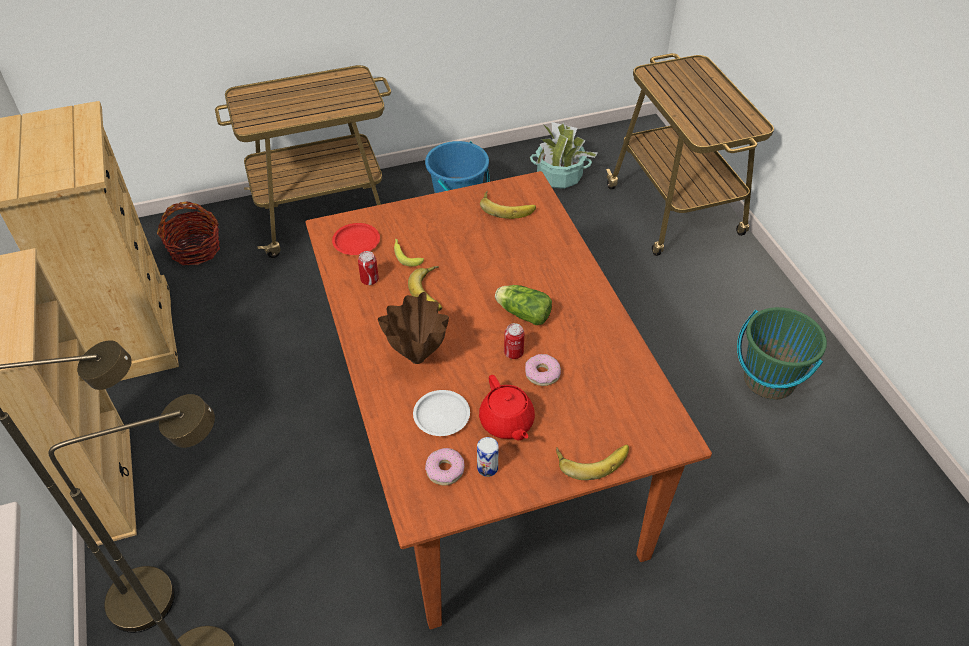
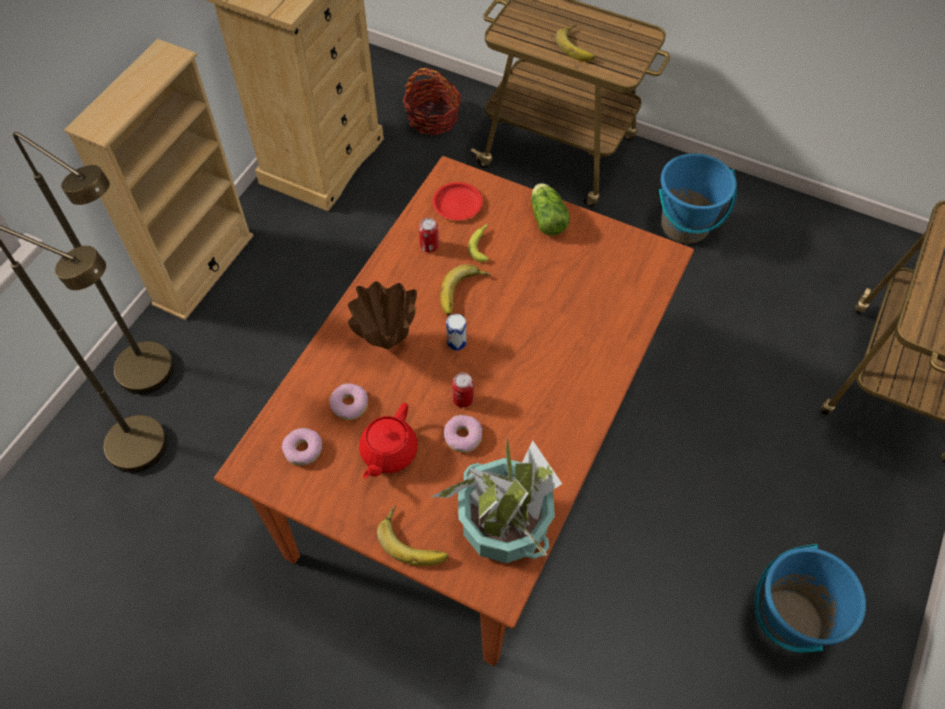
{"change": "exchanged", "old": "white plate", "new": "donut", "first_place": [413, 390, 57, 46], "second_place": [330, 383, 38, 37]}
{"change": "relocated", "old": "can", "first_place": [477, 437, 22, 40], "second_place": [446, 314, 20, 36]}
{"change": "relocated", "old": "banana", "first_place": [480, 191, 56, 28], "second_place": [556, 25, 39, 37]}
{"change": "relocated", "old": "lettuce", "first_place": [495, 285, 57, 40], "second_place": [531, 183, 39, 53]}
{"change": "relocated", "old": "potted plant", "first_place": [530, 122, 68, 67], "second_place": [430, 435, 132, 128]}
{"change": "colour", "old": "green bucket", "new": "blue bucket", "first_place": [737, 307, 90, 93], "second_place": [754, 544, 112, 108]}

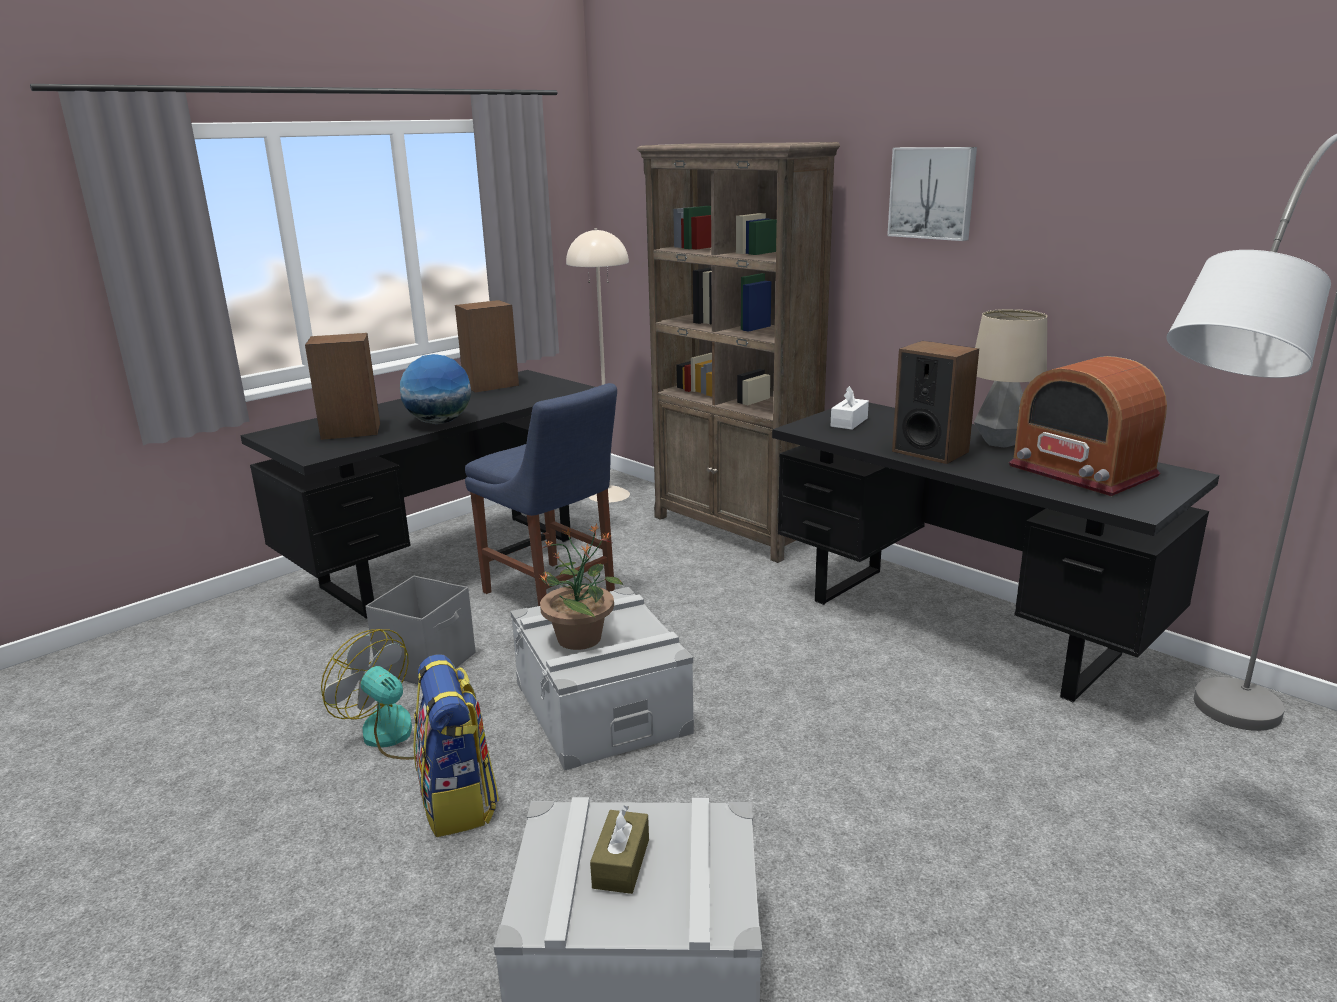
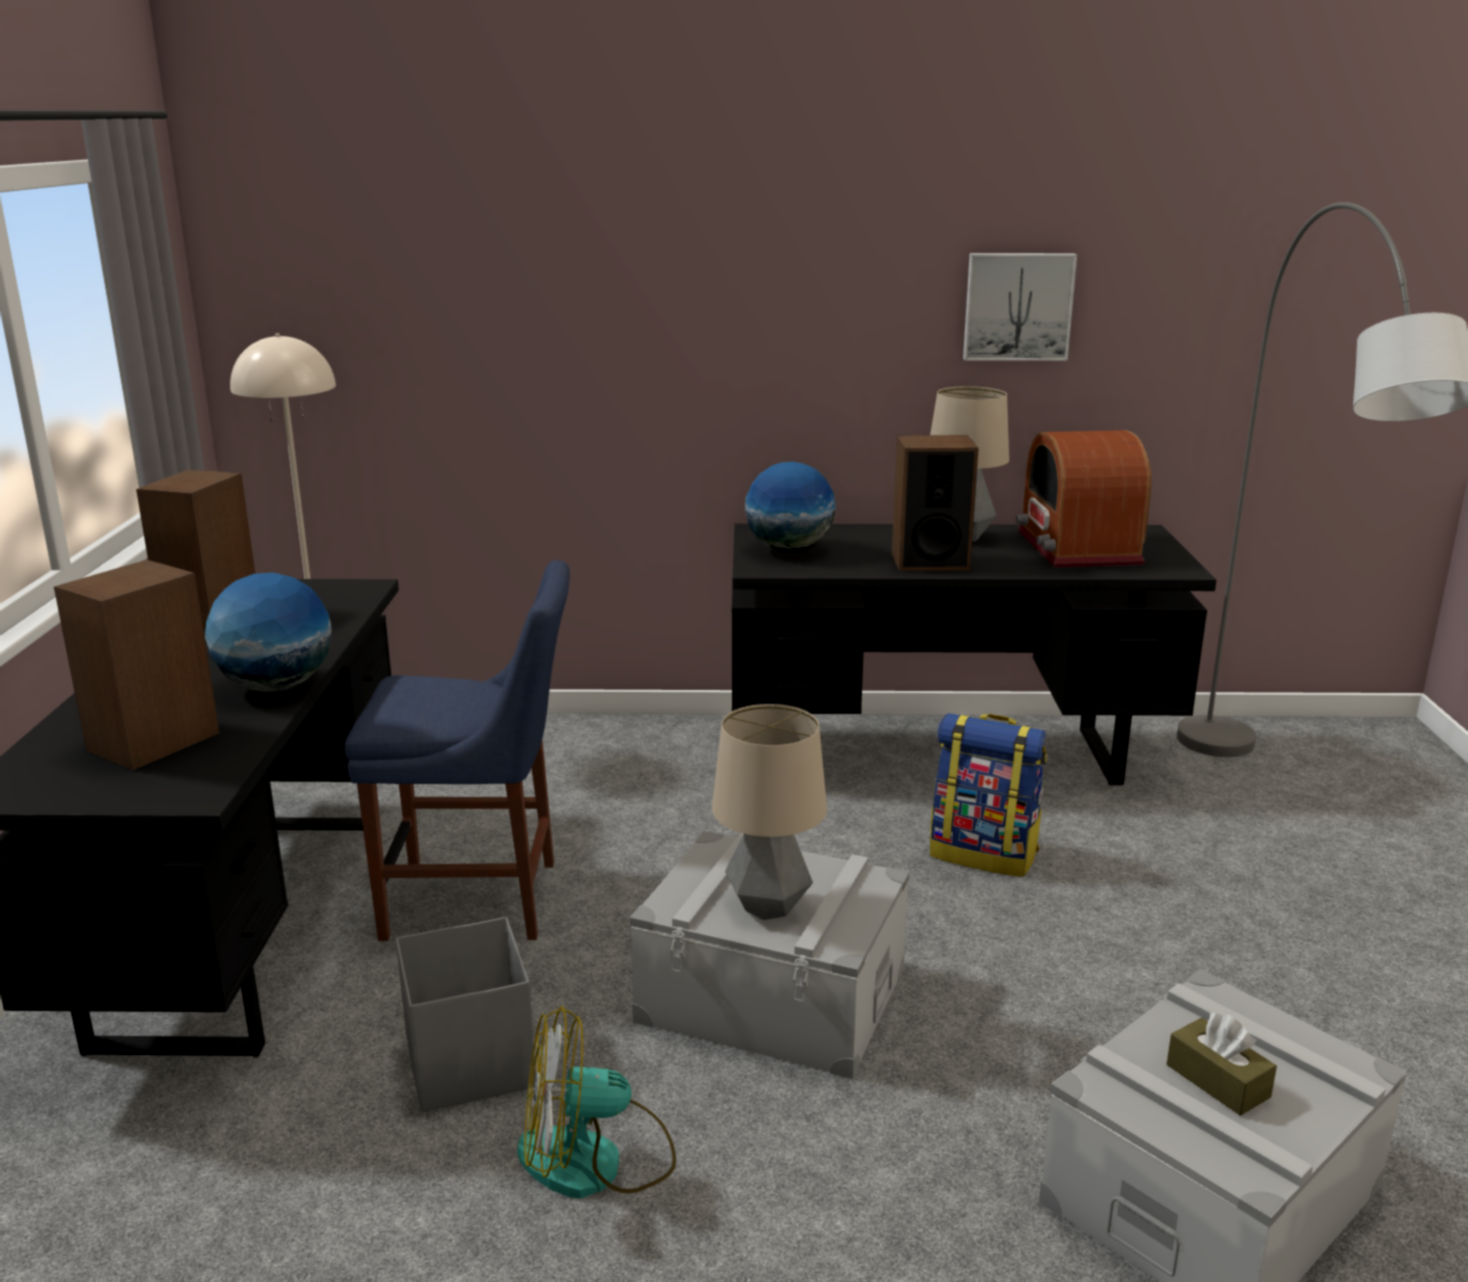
{"change": "relocated", "old": "backpack", "first_place": [413, 654, 86, 183], "second_place": [930, 713, 117, 164]}
{"change": "exchanged", "old": "potted plant", "new": "table lamp", "first_place": [539, 524, 85, 126], "second_place": [712, 704, 115, 216]}
{"change": "missing", "old": "brown bookcase", "first_place": [637, 142, 203, 421]}
{"change": "exchanged", "old": "white tissue box", "new": "globe", "first_place": [831, 386, 38, 44], "second_place": [745, 461, 91, 92]}
{"change": "relocated", "old": "picture", "first_place": [887, 147, 90, 94], "second_place": [963, 253, 114, 108]}
{"change": "spun", "old": "radio", "first_place": [1009, 356, 158, 140], "second_place": [1016, 430, 135, 138], "degrees": 75}

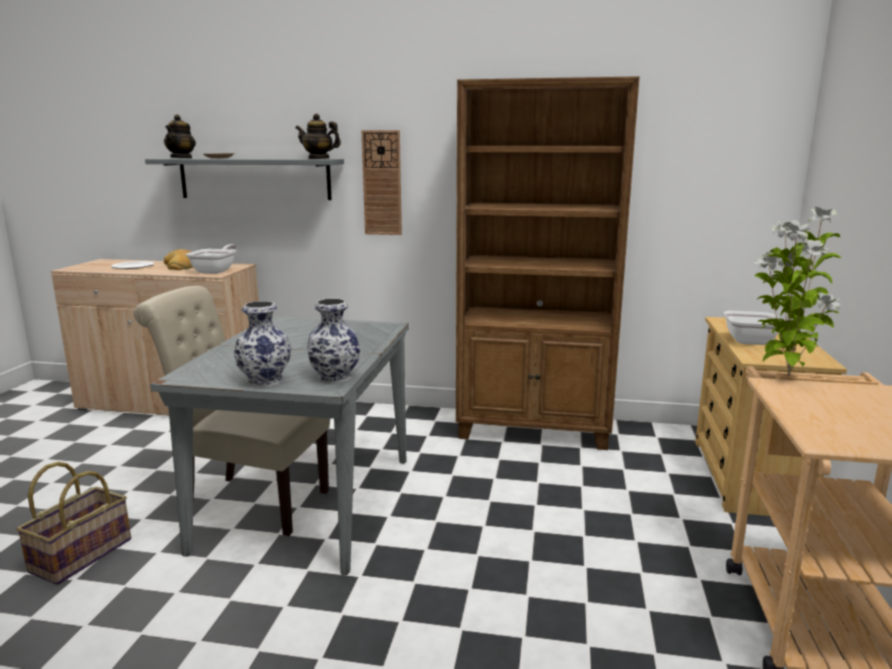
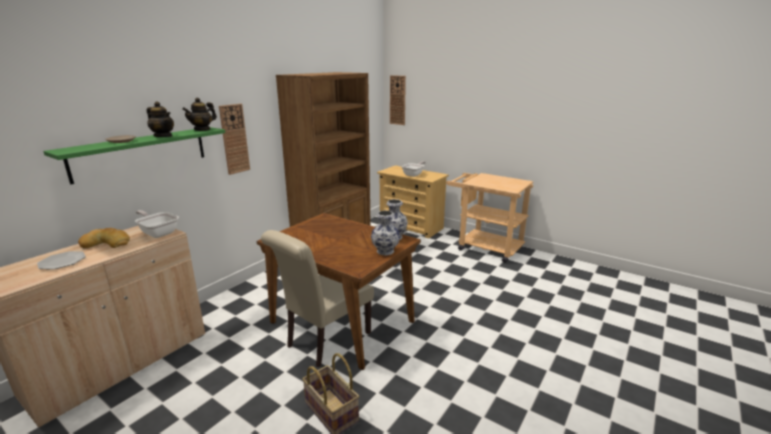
{"change": "colour", "old": "grey shelf", "new": "green shelf", "first_place": [145, 158, 199, 42], "second_place": [43, 127, 182, 57]}
{"change": "colour", "old": "grey dining table", "new": "brown dining table", "first_place": [150, 316, 259, 259], "second_place": [257, 213, 164, 157]}
{"change": "relocated", "old": "teapot", "first_place": [164, 114, 32, 45], "second_place": [147, 101, 27, 36]}
{"change": "missing", "old": "potted plant", "first_place": [754, 207, 87, 169]}
{"change": "appeared", "new": "wall clock", "second_place": [390, 75, 16, 50]}

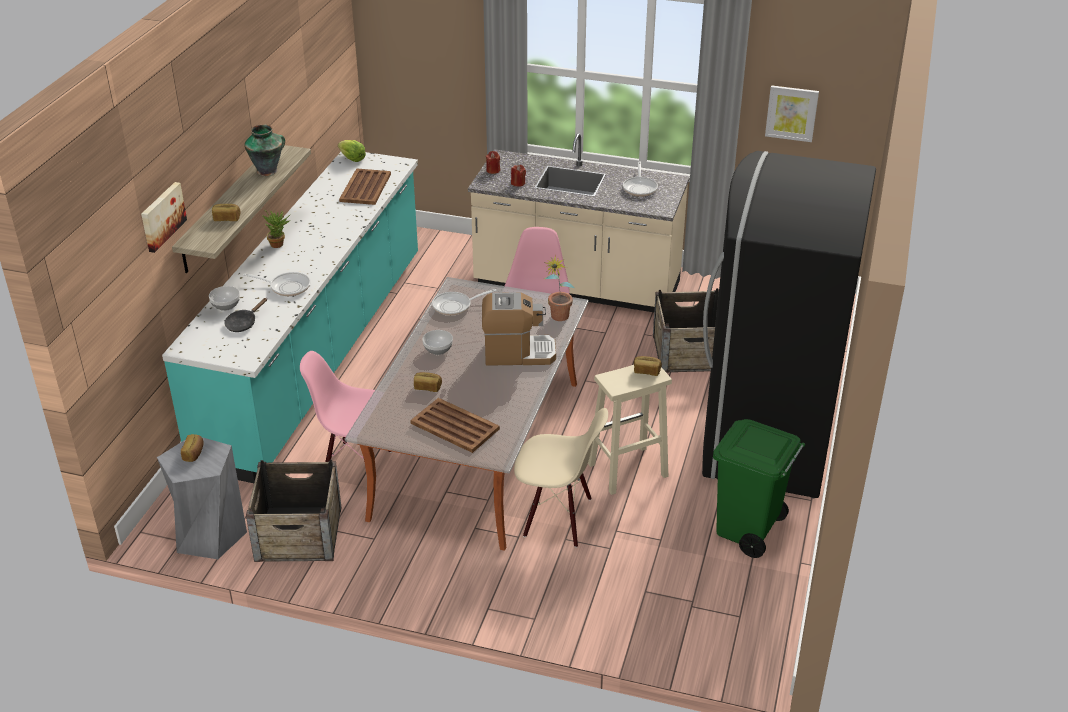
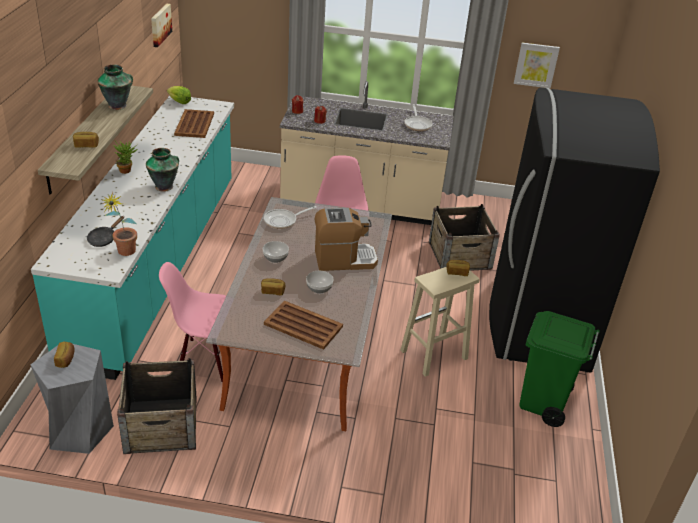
{"change": "relocated", "old": "picture", "first_place": [141, 182, 46, 71], "second_place": [151, 4, 21, 43]}
{"change": "relocated", "old": "bowl", "first_place": [209, 286, 31, 25], "second_place": [306, 271, 28, 23]}
{"change": "missing", "old": "frying pan", "first_place": [243, 272, 67, 24]}
{"change": "missing", "old": "beige chair", "first_place": [514, 408, 94, 140]}
{"change": "relocated", "old": "potted plant", "first_place": [544, 255, 31, 66], "second_place": [103, 192, 34, 64]}
{"change": "appeared", "new": "vase", "second_place": [146, 148, 33, 44]}

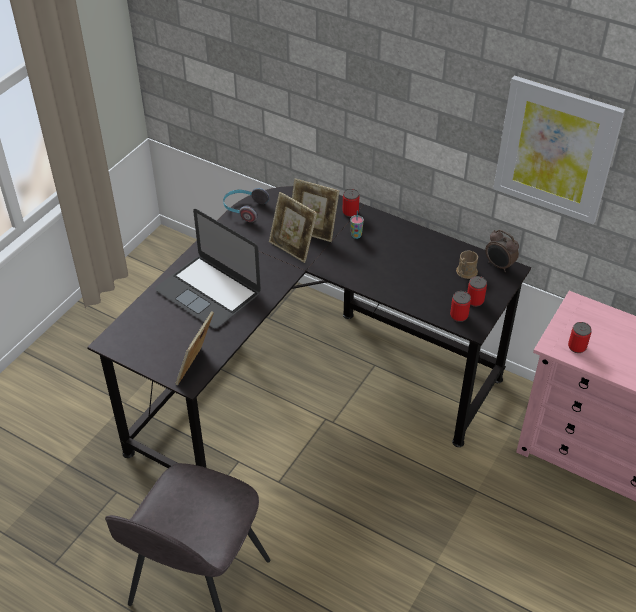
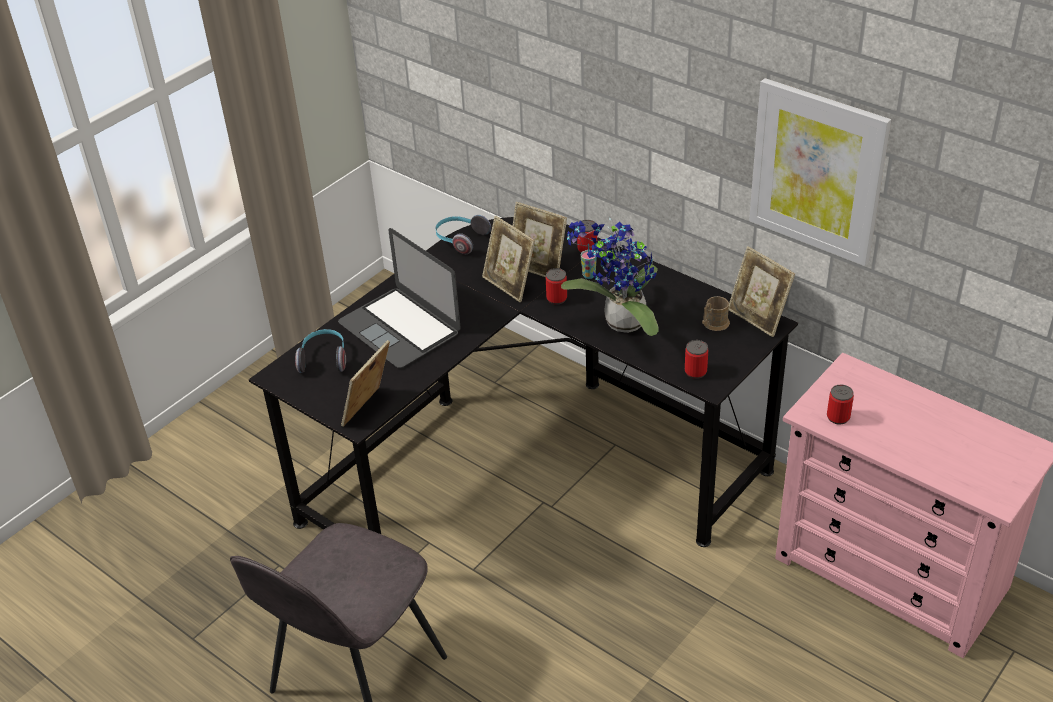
{"change": "relocated", "old": "can", "first_place": [467, 276, 20, 31], "second_place": [546, 268, 21, 37]}
{"change": "exchanged", "old": "alarm clock", "new": "picture frame", "first_place": [485, 229, 34, 43], "second_place": [729, 246, 66, 91]}
{"change": "appeared", "new": "headphones", "second_place": [295, 329, 51, 44]}
{"change": "appeared", "new": "potted plant", "second_place": [561, 218, 97, 118]}

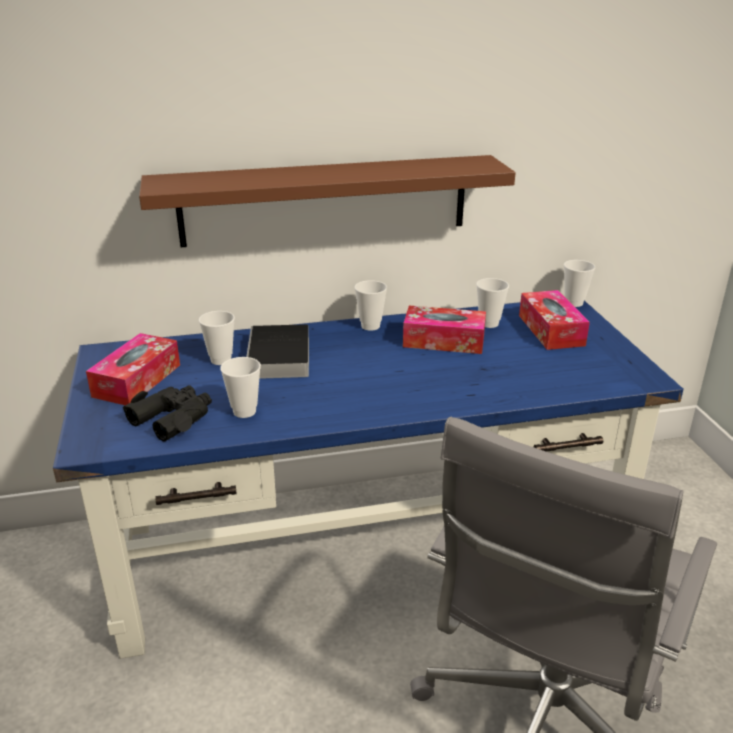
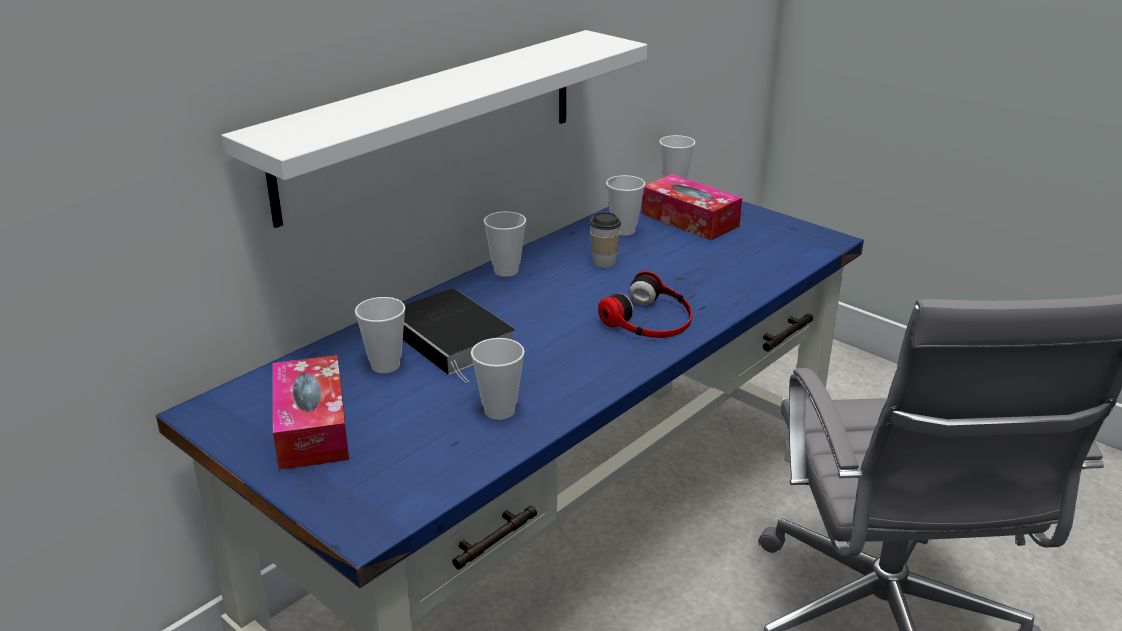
{"change": "missing", "old": "black binoculars", "first_place": [123, 385, 89, 57]}
{"change": "colour", "old": "brown shelf", "new": "white shelf", "first_place": [139, 155, 377, 92], "second_place": [221, 30, 426, 198]}
{"change": "exchanged", "old": "tissue box", "new": "cup", "first_place": [403, 306, 83, 48], "second_place": [590, 212, 31, 56]}
{"change": "appeared", "new": "headphones", "second_place": [598, 271, 94, 67]}

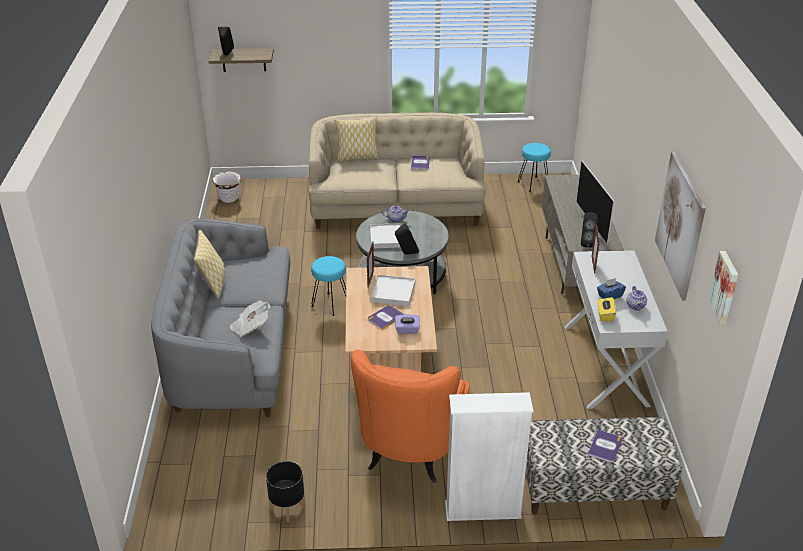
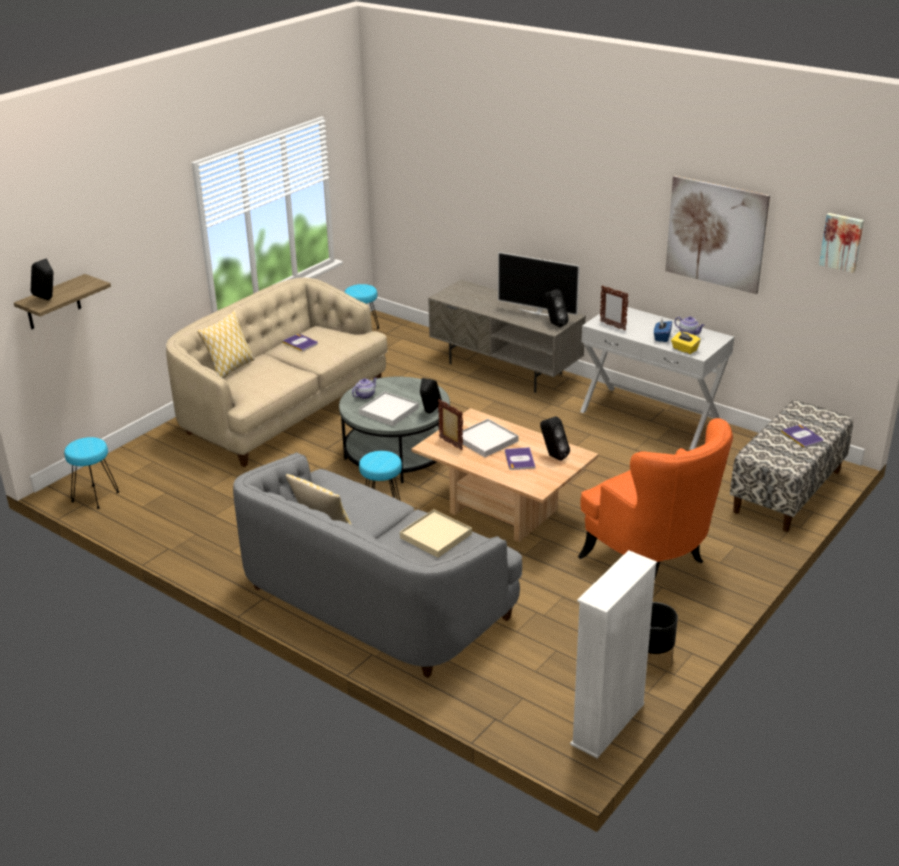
{"change": "exchanged", "old": "white planter", "new": "turquoise stool", "first_place": [212, 171, 30, 32], "second_place": [64, 437, 56, 72]}
{"change": "exchanged", "old": "newspaper", "new": "beige tray", "first_place": [230, 300, 40, 37], "second_place": [400, 509, 72, 49]}
{"change": "exchanged", "old": "purple tissue box", "new": "black speaker", "first_place": [395, 314, 25, 20], "second_place": [540, 416, 30, 45]}
{"change": "relocated", "old": "white bookcase", "first_place": [445, 392, 89, 129], "second_place": [570, 550, 87, 208]}

